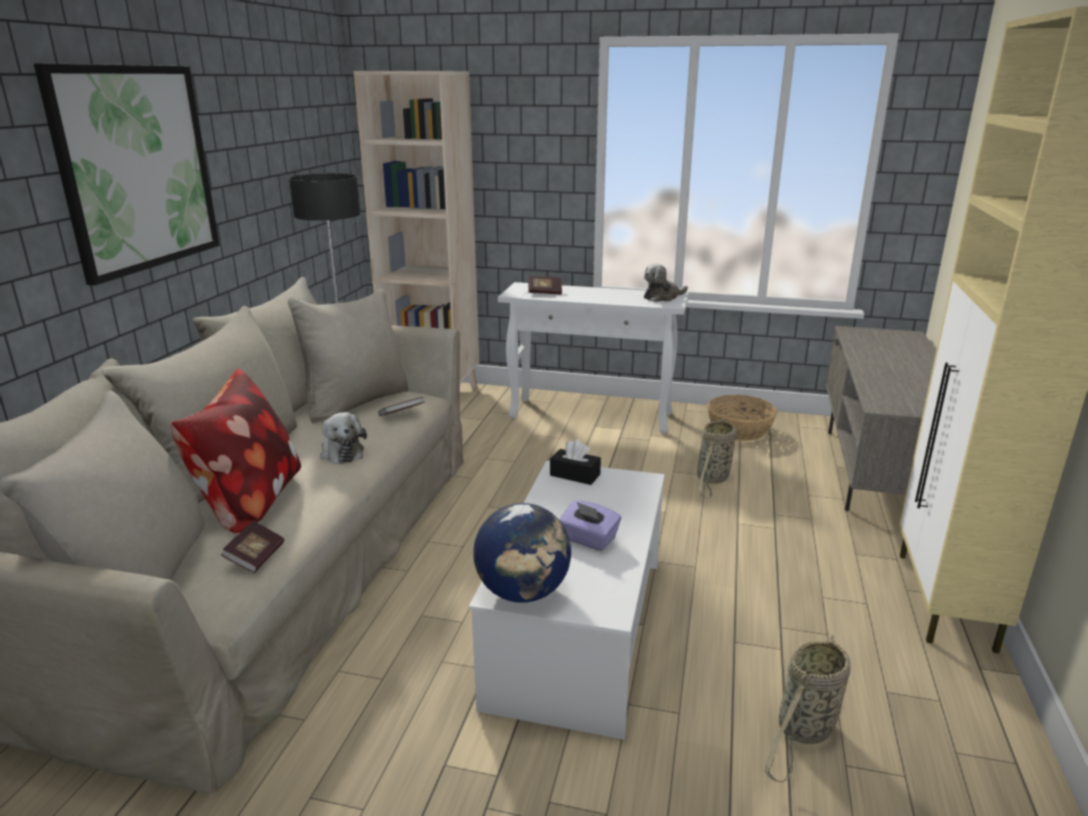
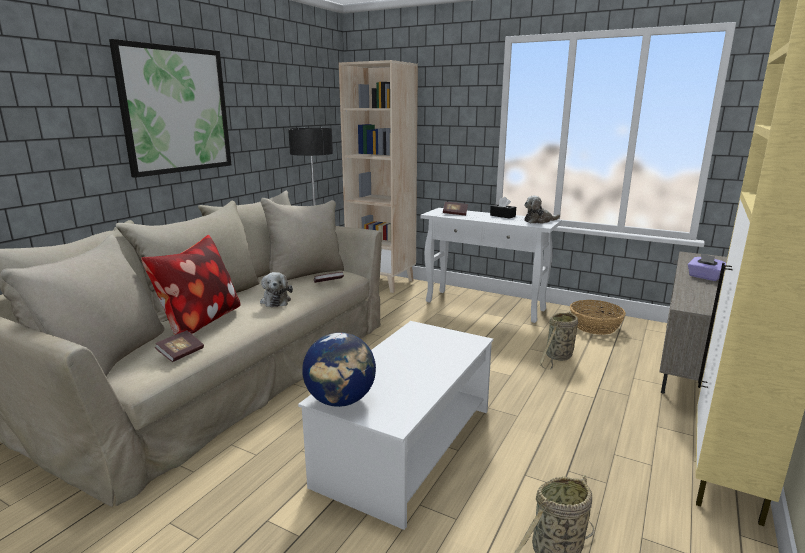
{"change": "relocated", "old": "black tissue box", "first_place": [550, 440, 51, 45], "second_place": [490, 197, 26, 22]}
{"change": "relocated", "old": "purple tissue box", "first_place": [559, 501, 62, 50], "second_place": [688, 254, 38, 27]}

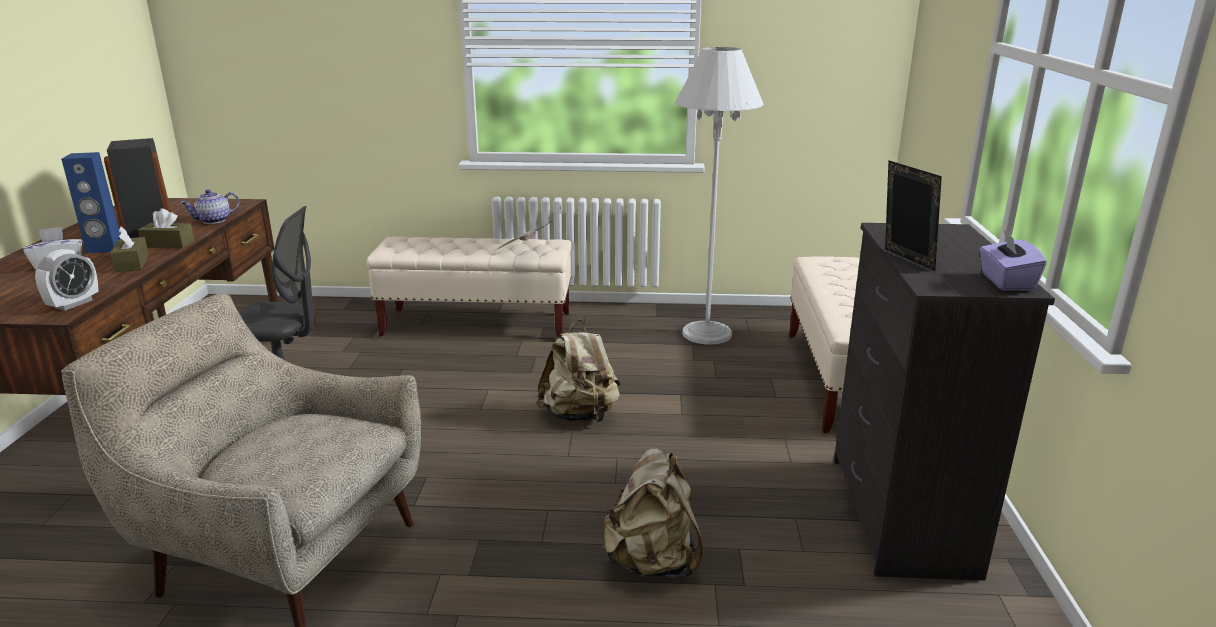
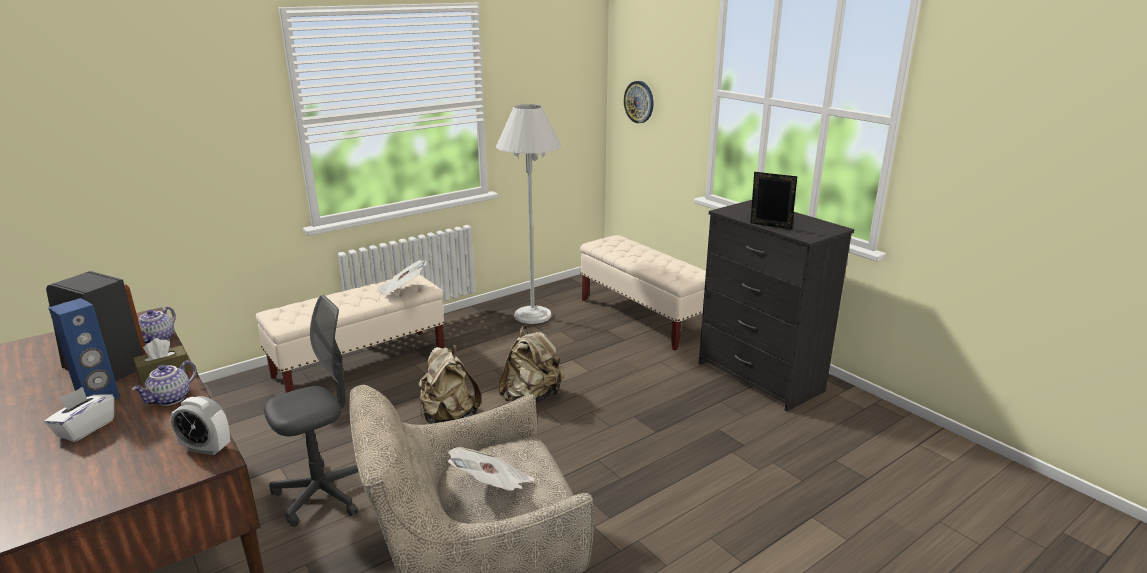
{"change": "spun", "old": "alarm clock", "first_place": [35, 249, 64, 62], "second_place": [171, 396, 59, 59], "degrees": 120}
{"change": "exchanged", "old": "brown tissue box", "new": "teapot", "first_place": [110, 227, 39, 45], "second_place": [132, 361, 65, 45]}
{"change": "relocated", "old": "beige backpack", "first_place": [602, 448, 101, 130], "second_place": [418, 345, 63, 79]}
{"change": "missing", "old": "purple tissue box", "first_place": [979, 230, 68, 61]}
{"change": "appeared", "new": "newspaper", "second_place": [447, 447, 88, 44]}
{"change": "appeared", "new": "wall clock", "second_place": [624, 81, 29, 42]}

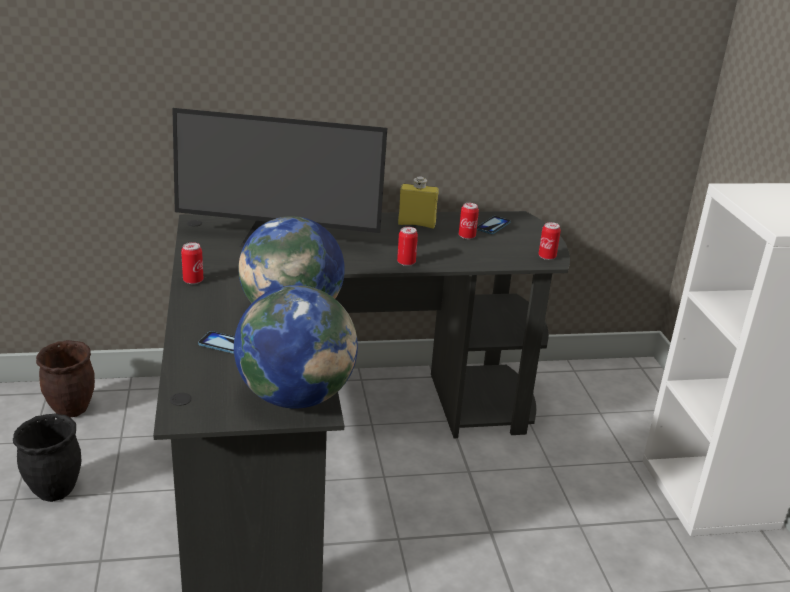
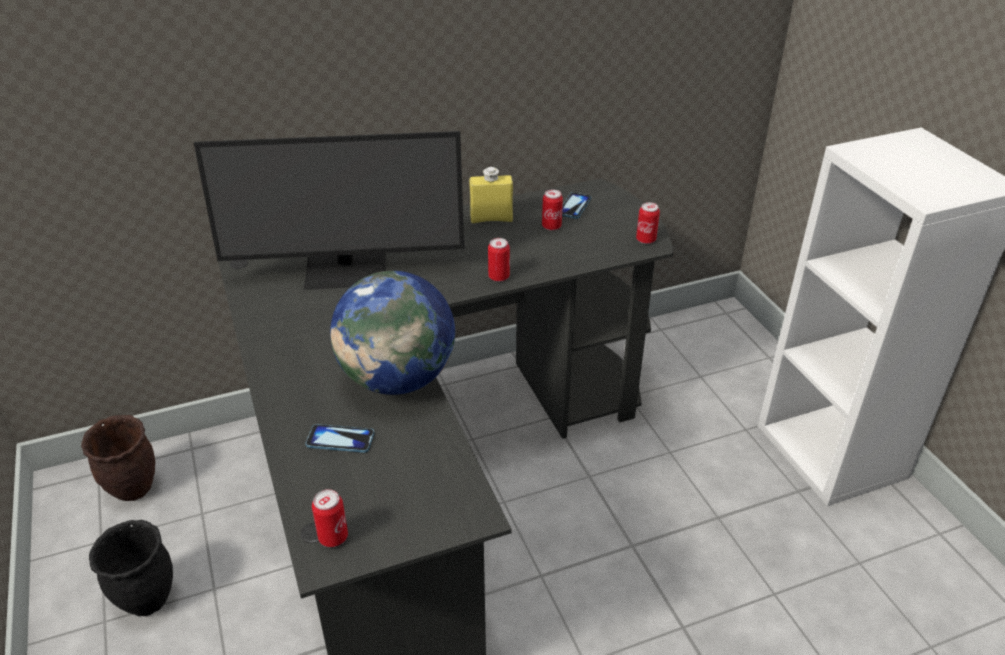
{"change": "relocated", "old": "can", "first_place": [181, 242, 22, 42], "second_place": [312, 489, 36, 58]}
{"change": "missing", "old": "globe", "first_place": [234, 285, 124, 123]}

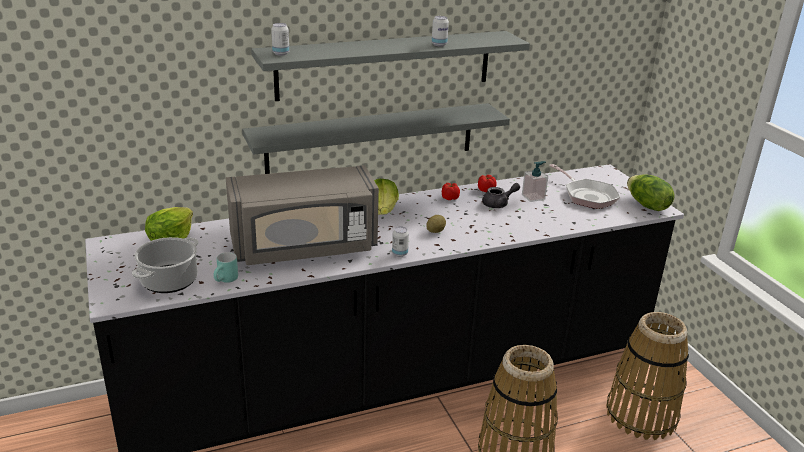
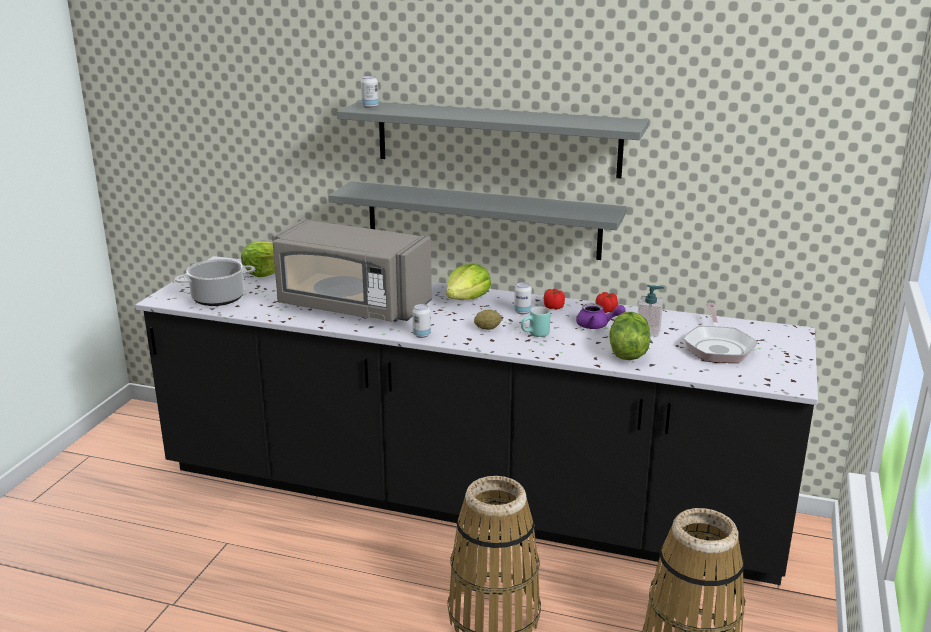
{"change": "relocated", "old": "turquoise mug", "first_place": [214, 252, 24, 31], "second_place": [521, 307, 29, 30]}
{"change": "relocated", "old": "can", "first_place": [432, 16, 17, 30], "second_place": [514, 282, 18, 32]}
{"change": "colour", "old": "grey teapot", "new": "purple teapot", "first_place": [482, 183, 38, 25], "second_place": [576, 303, 50, 26]}
{"change": "relocated", "old": "lettuce", "first_place": [627, 174, 48, 37], "second_place": [609, 312, 42, 48]}

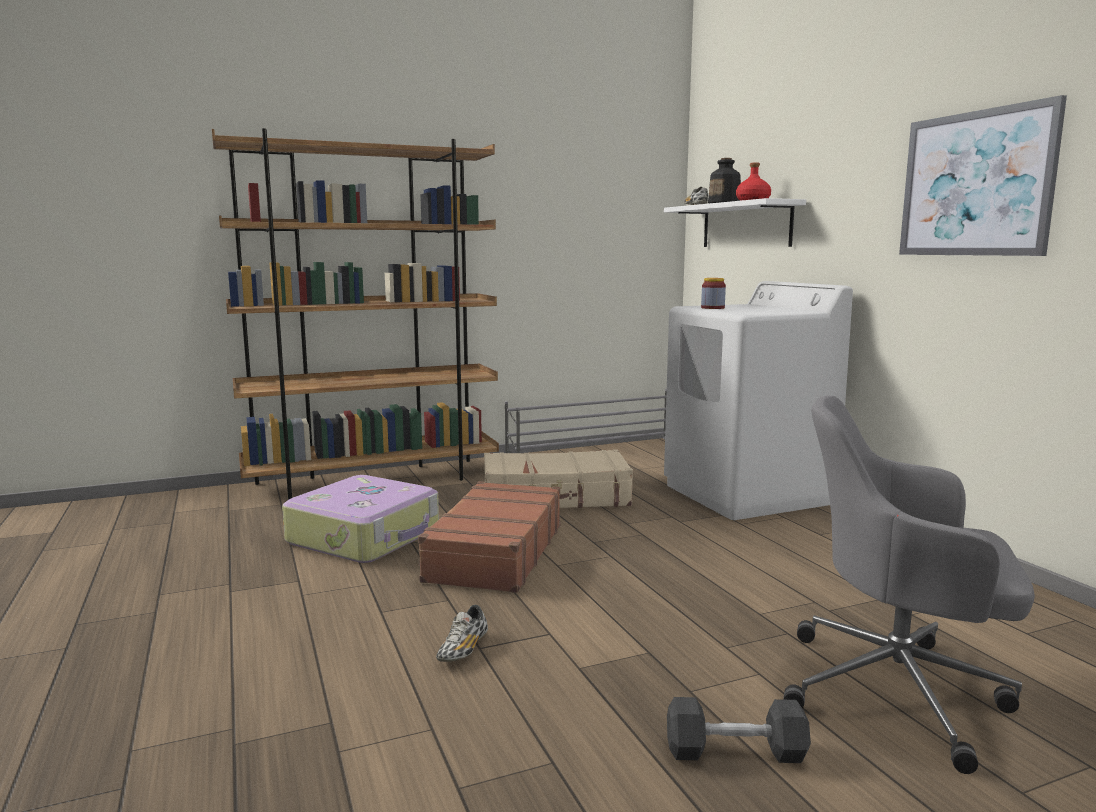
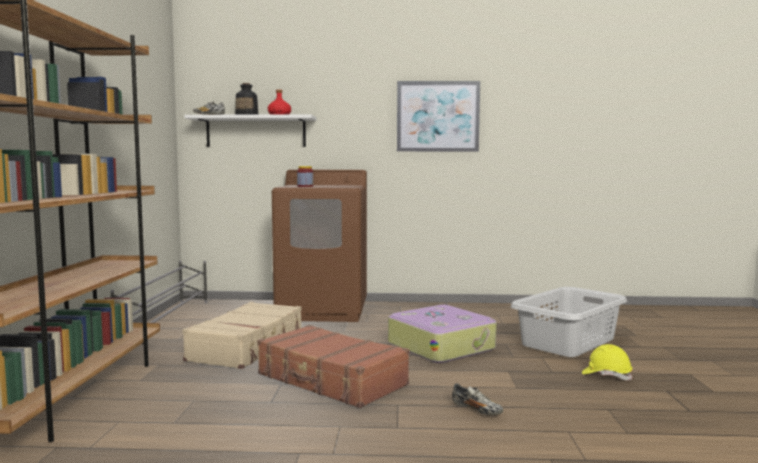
{"change": "relocated", "old": "suitcase", "first_place": [282, 475, 157, 88], "second_place": [388, 305, 109, 58]}
{"change": "colour", "old": "white washing machine", "new": "brown washing machine", "first_place": [664, 281, 189, 239], "second_place": [272, 169, 95, 153]}
{"change": "exchanged", "old": "black dumbbell", "new": "yellow hard hat", "first_place": [667, 697, 144, 66], "second_place": [582, 344, 50, 36]}
{"change": "exchanged", "old": "grey office chair", "new": "grey laundry basket", "first_place": [783, 396, 252, 378], "second_place": [511, 287, 116, 70]}

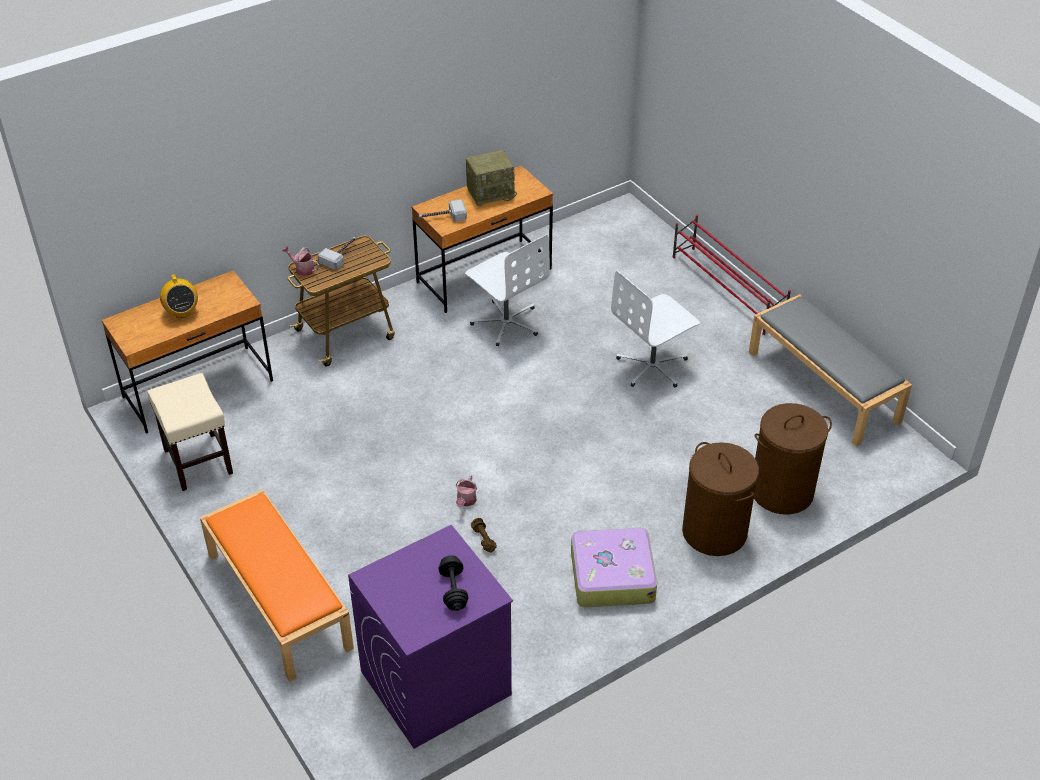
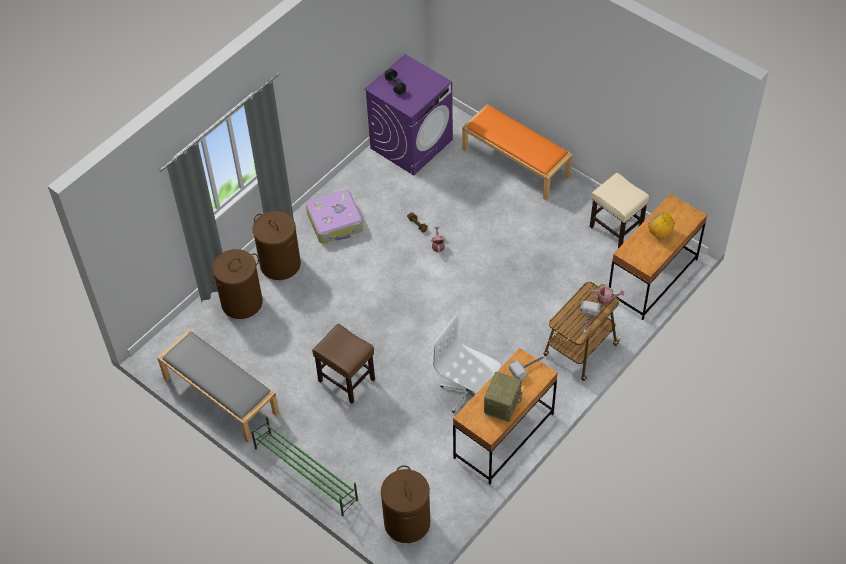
{"change": "spun", "old": "radio", "first_place": [466, 150, 51, 56], "second_place": [484, 372, 39, 50], "degrees": 150}
{"change": "exchanged", "old": "white office chair", "new": "brown stool", "first_place": [611, 271, 89, 116], "second_place": [312, 324, 63, 80]}
{"change": "colour", "old": "red shoe rack", "new": "green shoe rack", "first_place": [672, 215, 119, 120], "second_place": [251, 416, 107, 101]}
{"change": "appeared", "new": "brown laundry basket", "second_place": [381, 465, 49, 78]}

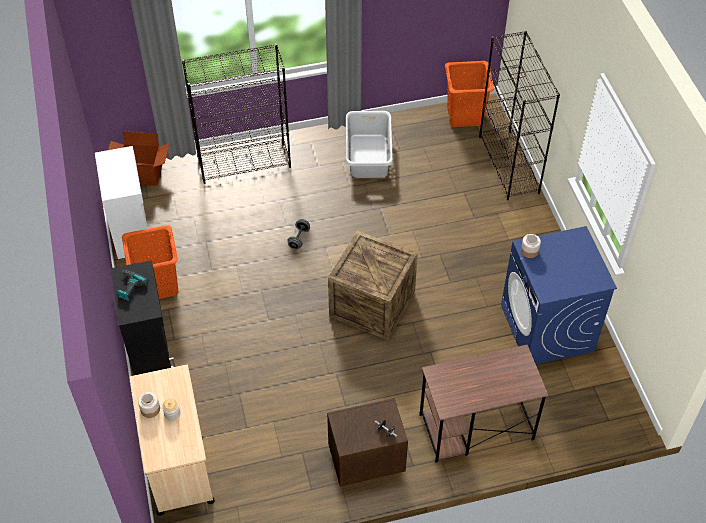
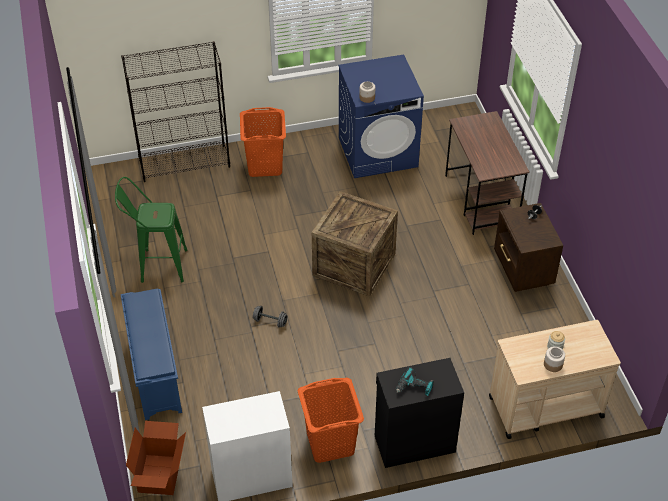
{"change": "exchanged", "old": "black bookcase", "new": "blue shoe rack", "first_place": [182, 44, 109, 140], "second_place": [121, 289, 61, 131]}
{"change": "exchanged", "old": "grey laundry basket", "new": "green stool", "first_place": [346, 111, 47, 66], "second_place": [115, 177, 72, 106]}
{"change": "relocated", "old": "orange laundry basket", "first_place": [445, 61, 49, 66], "second_place": [240, 107, 46, 70]}

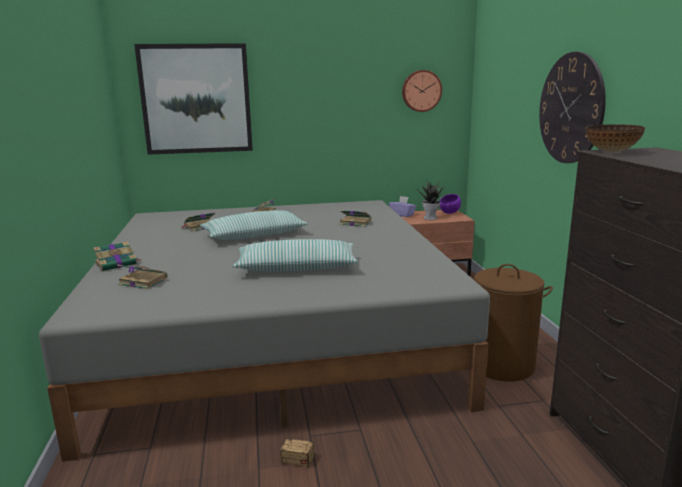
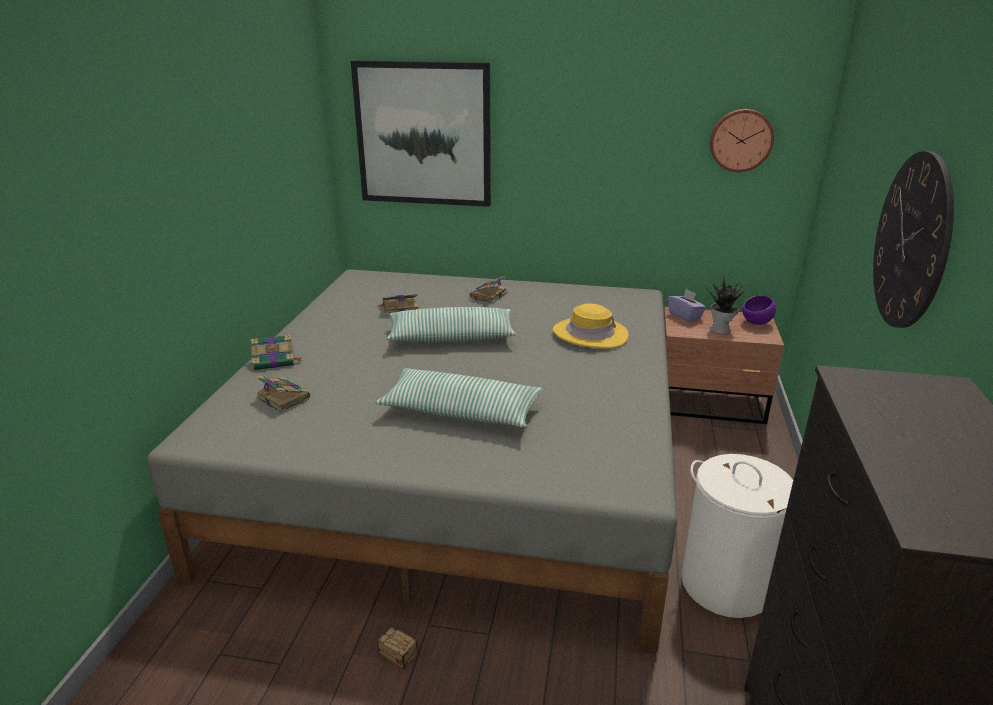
{"change": "exchanged", "old": "book", "new": "yellow hat", "first_place": [340, 210, 31, 17], "second_place": [553, 304, 76, 45]}
{"change": "colour", "old": "brown laundry basket", "new": "white laundry basket", "first_place": [470, 264, 83, 117], "second_place": [681, 454, 112, 164]}
{"change": "missing", "old": "bowl", "first_place": [586, 124, 59, 28]}

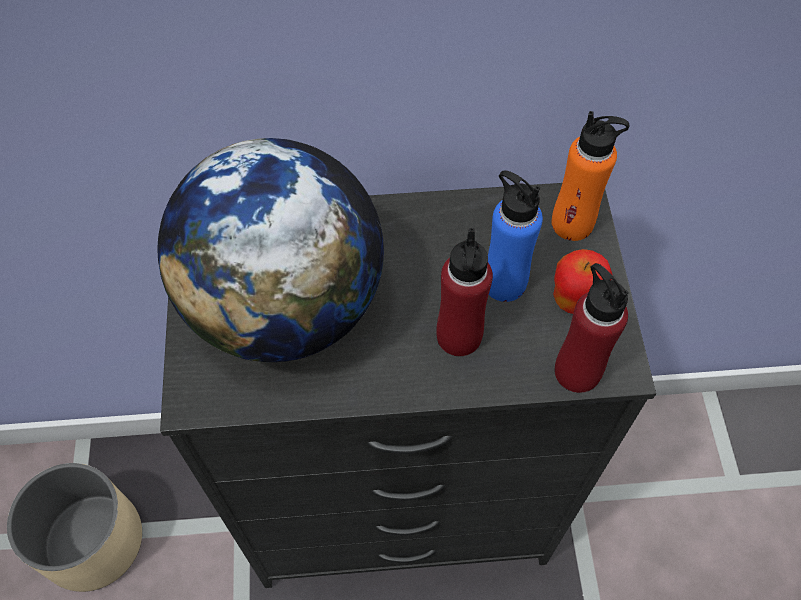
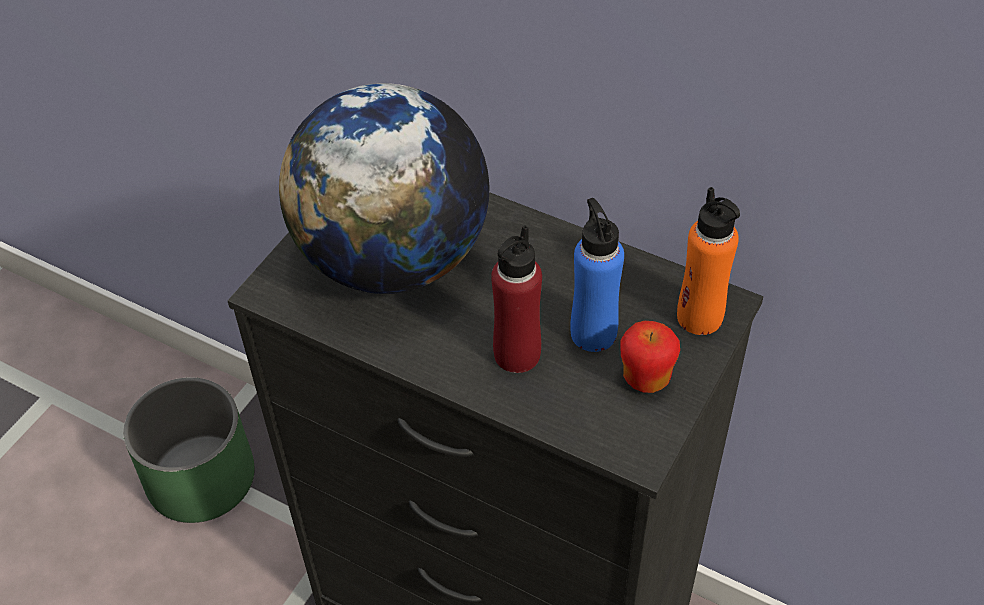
{"change": "colour", "old": "beige planter", "new": "green planter", "first_place": [7, 463, 135, 129], "second_place": [123, 377, 132, 146]}
{"change": "missing", "old": "red bottle", "first_place": [554, 263, 75, 130]}

